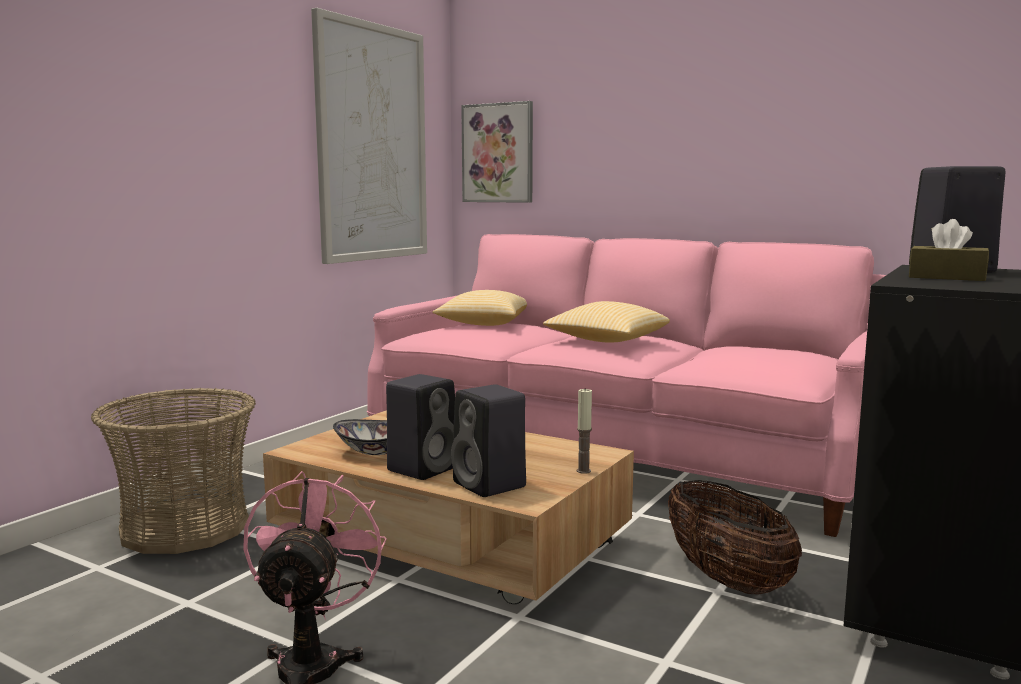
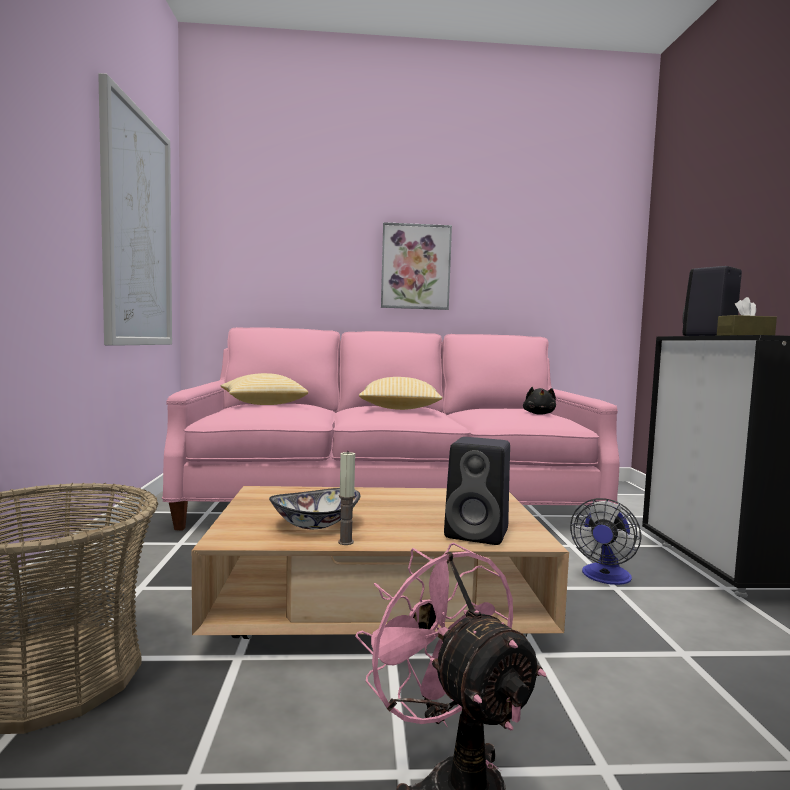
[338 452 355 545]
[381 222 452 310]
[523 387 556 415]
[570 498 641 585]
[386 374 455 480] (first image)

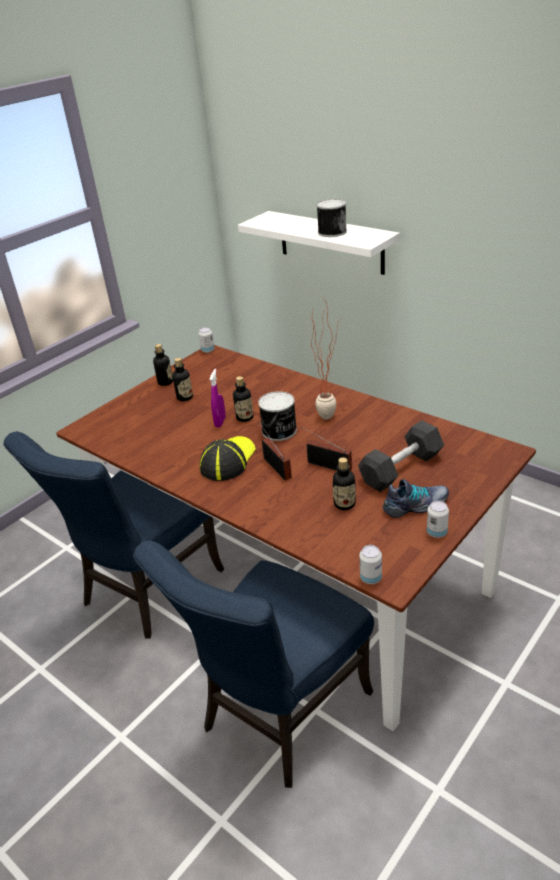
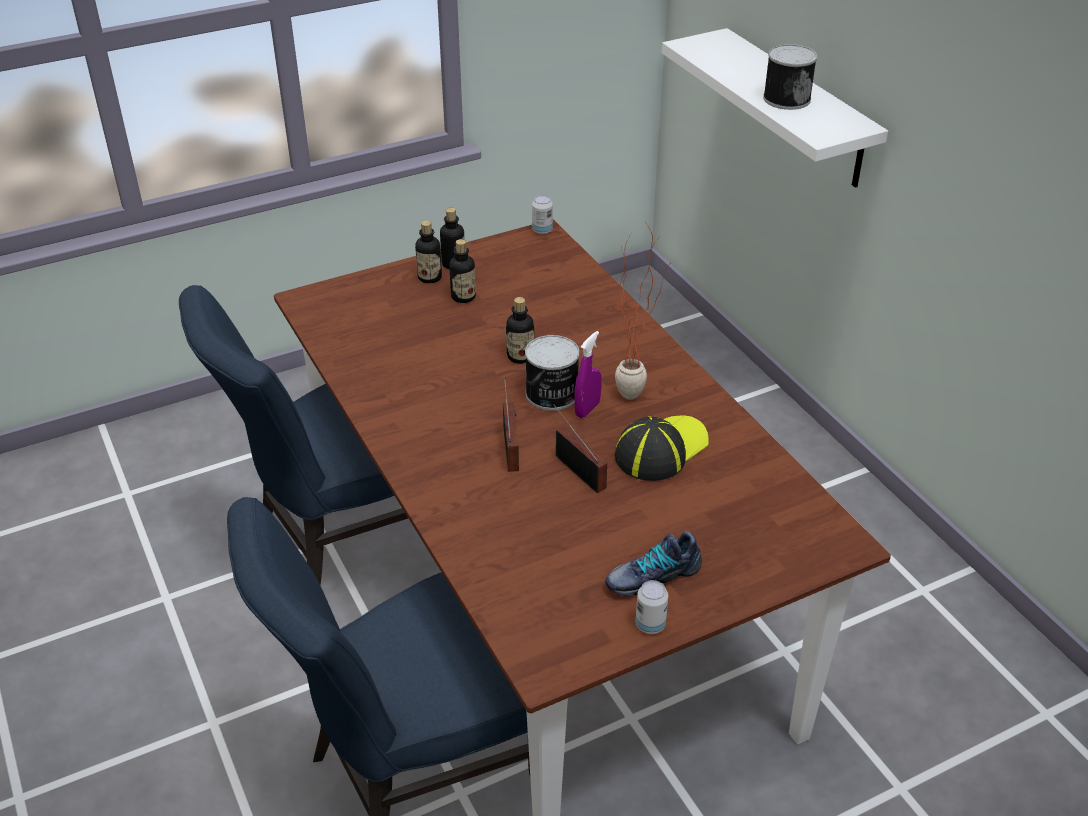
[415 221 442 283]
[574 331 602 418]
[605 531 702 597]
[615 416 709 481]
[358 420 444 492] (first image)
[359 545 382 584] (first image)

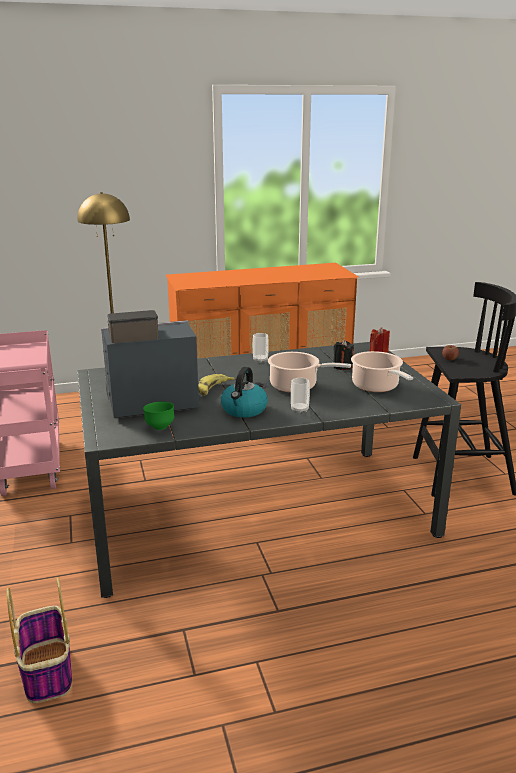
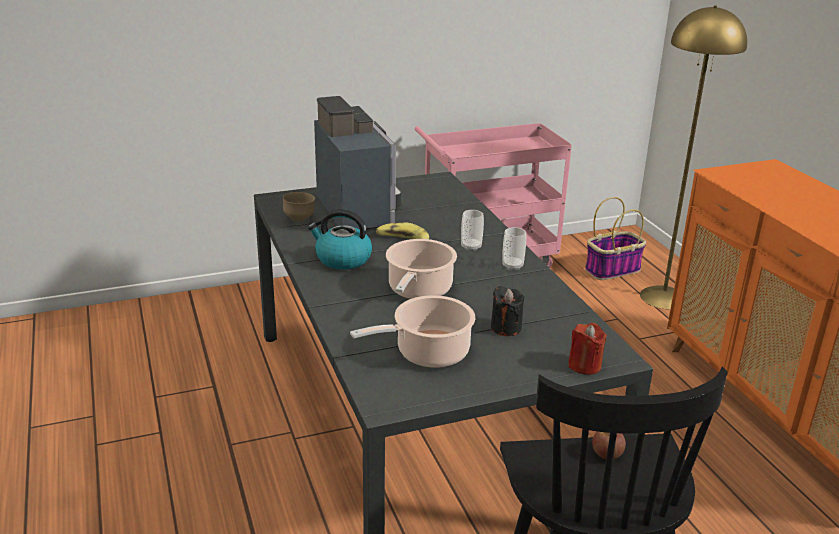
[283 192 315 222]
[461 210 484 251]
[585 197 646 280]

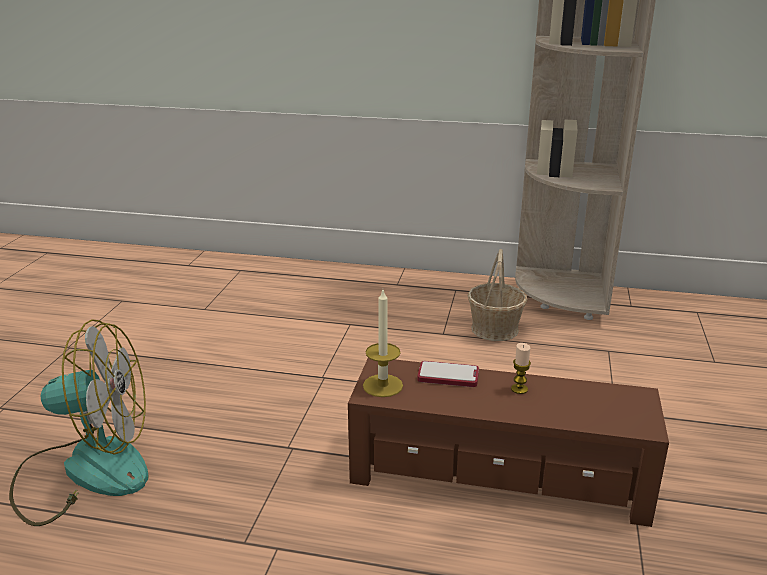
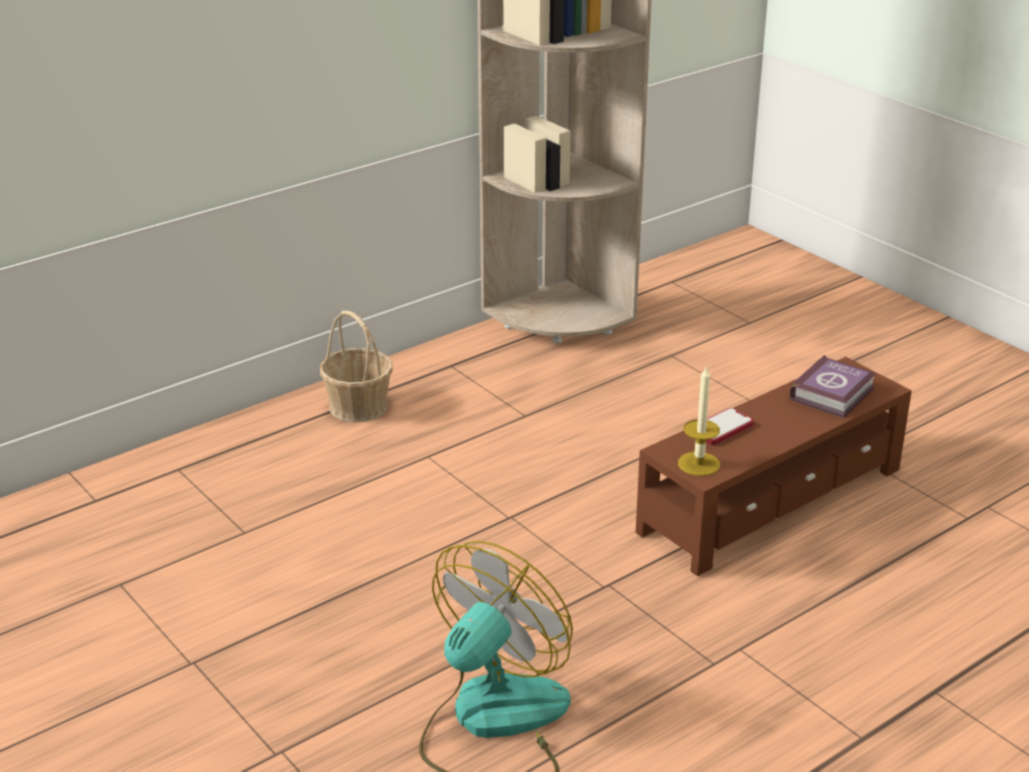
[320 311 393 422]
[790 355 876 418]
[511 343 531 394] (first image)

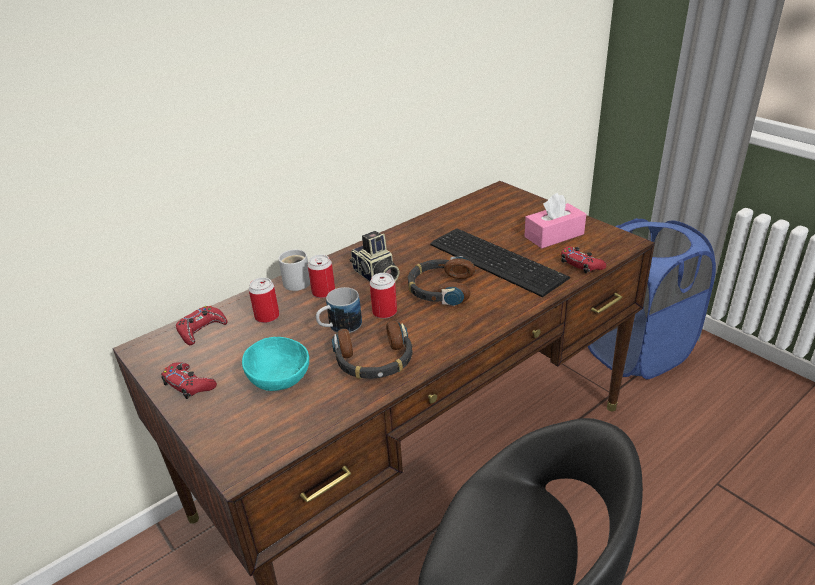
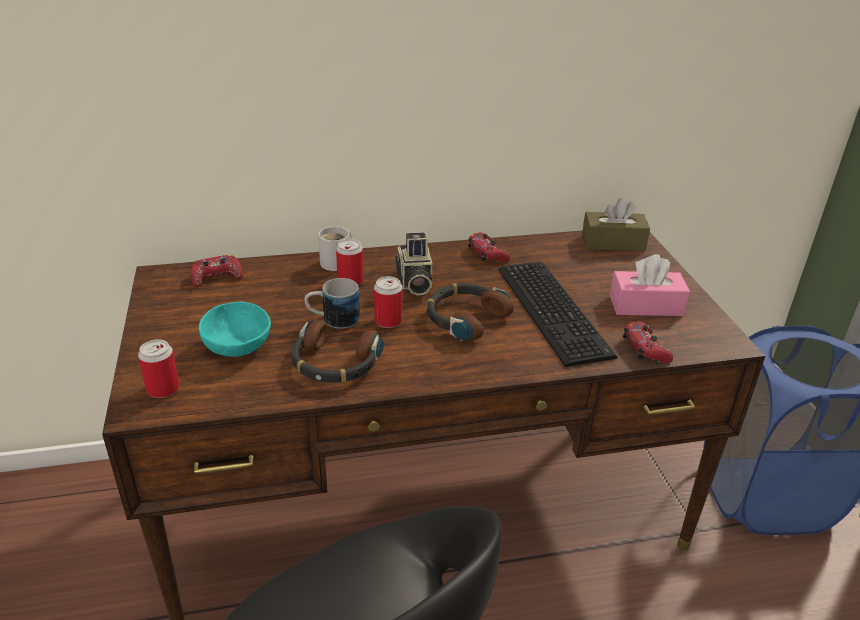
[138 339 180 398]
[468 233 510 262]
[582 198 650 251]

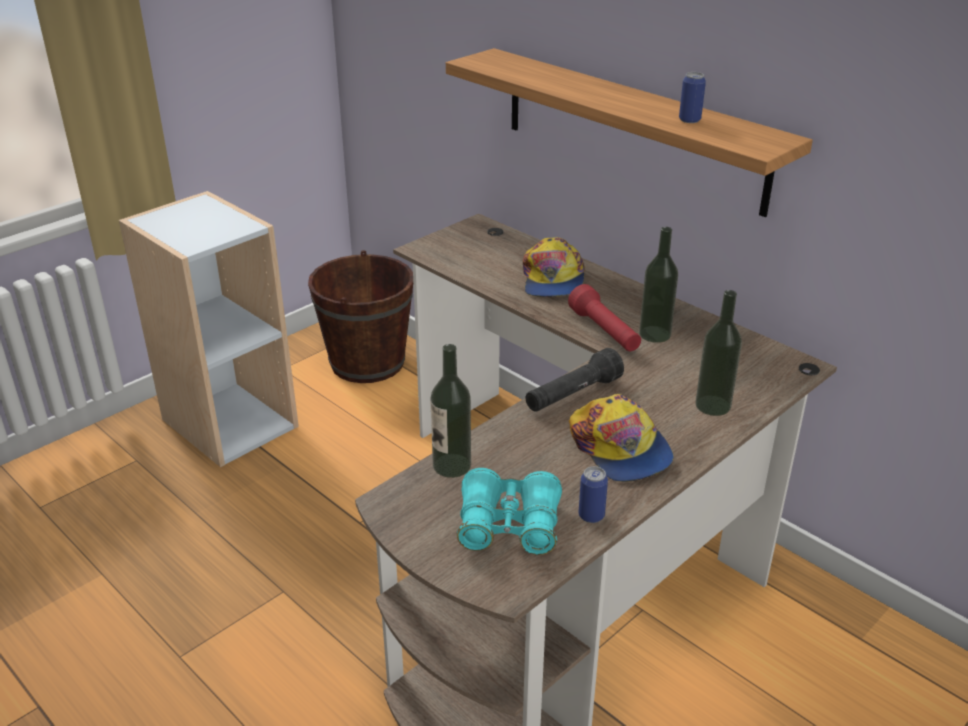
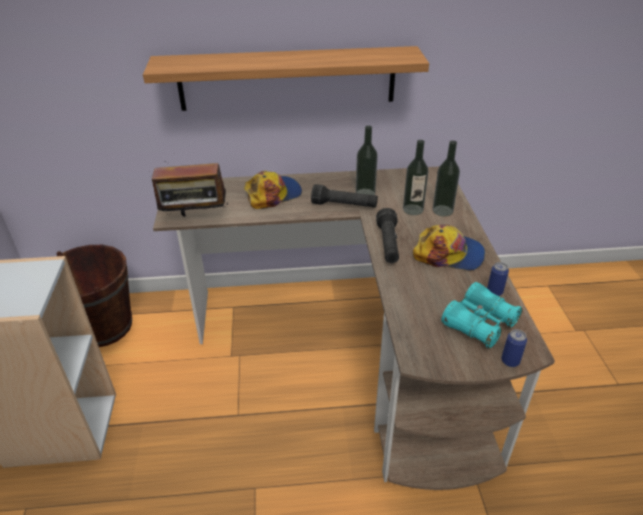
[152 163 228 218]
[244 171 302 209]
[311 184 378 208]
[403 140 428 215]
[501 329 527 367]

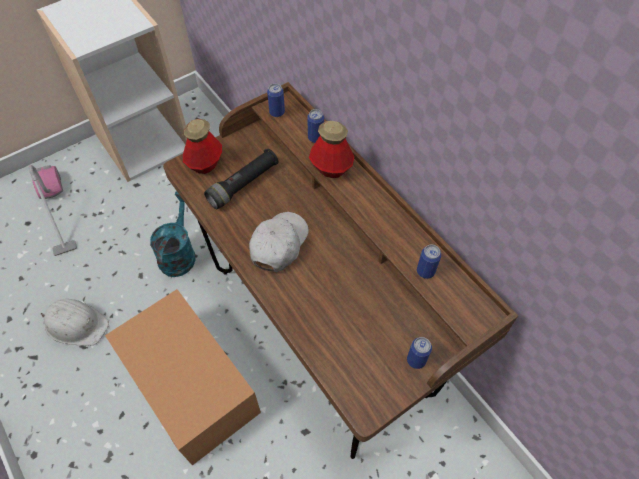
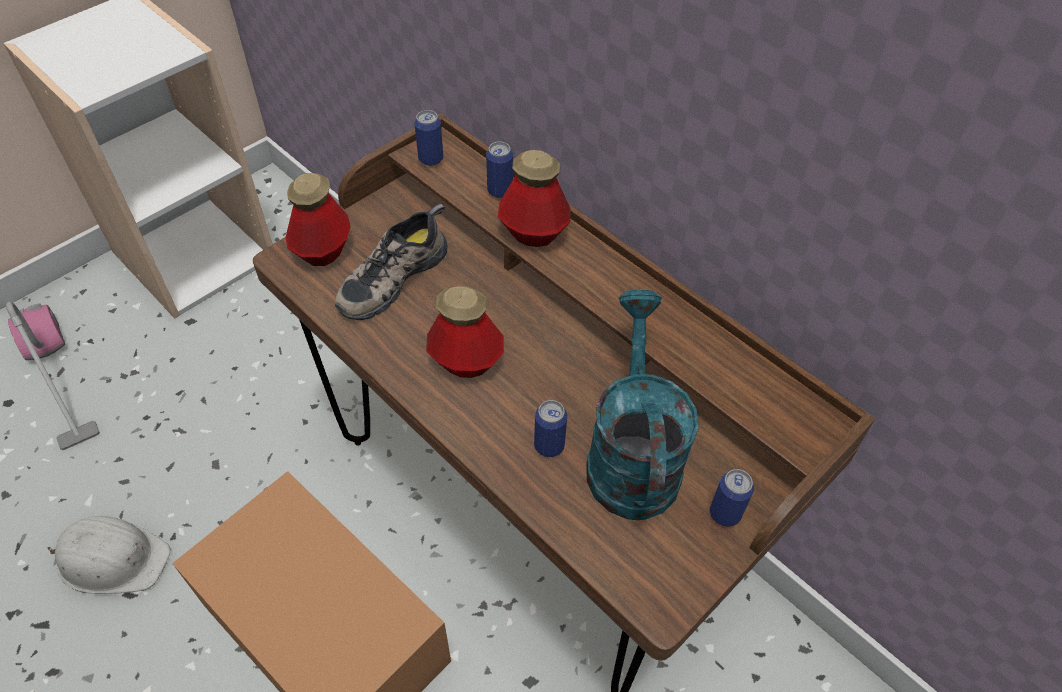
[335 204 447 321]
[426 286 504 378]
[534 400 567 457]
[586 290 699 520]

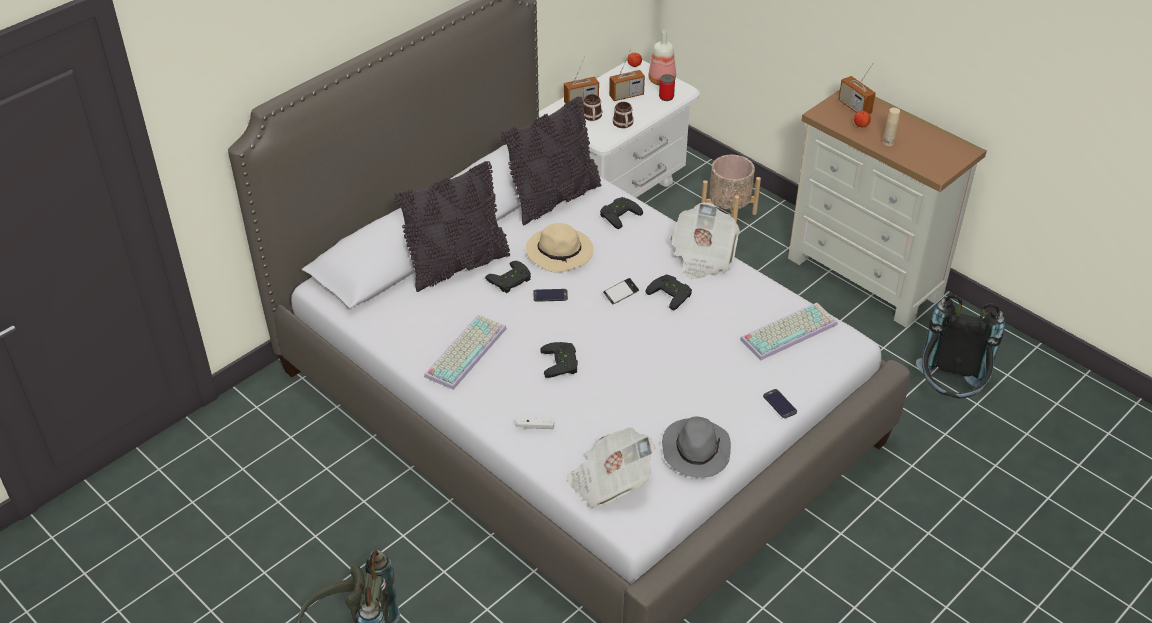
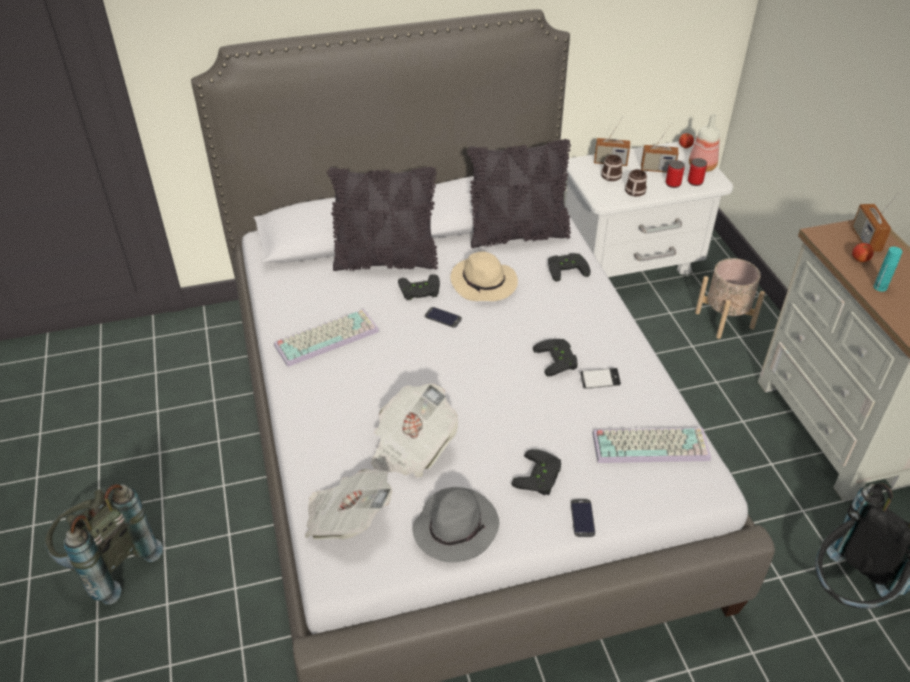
[371 384 458 477]
[511 449 561 495]
[580 368 621 389]
[666 160 685 188]
[874 247 902 292]
[516 418 554 429] (first image)

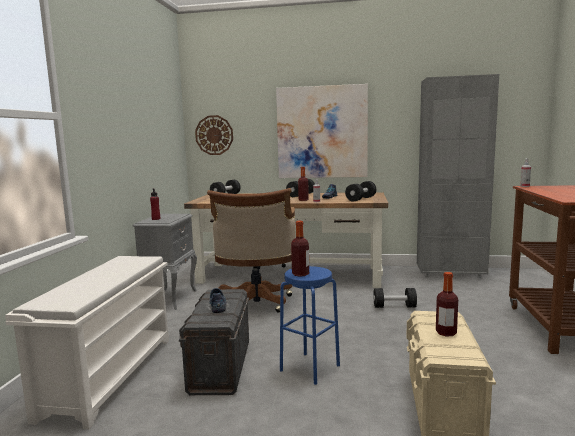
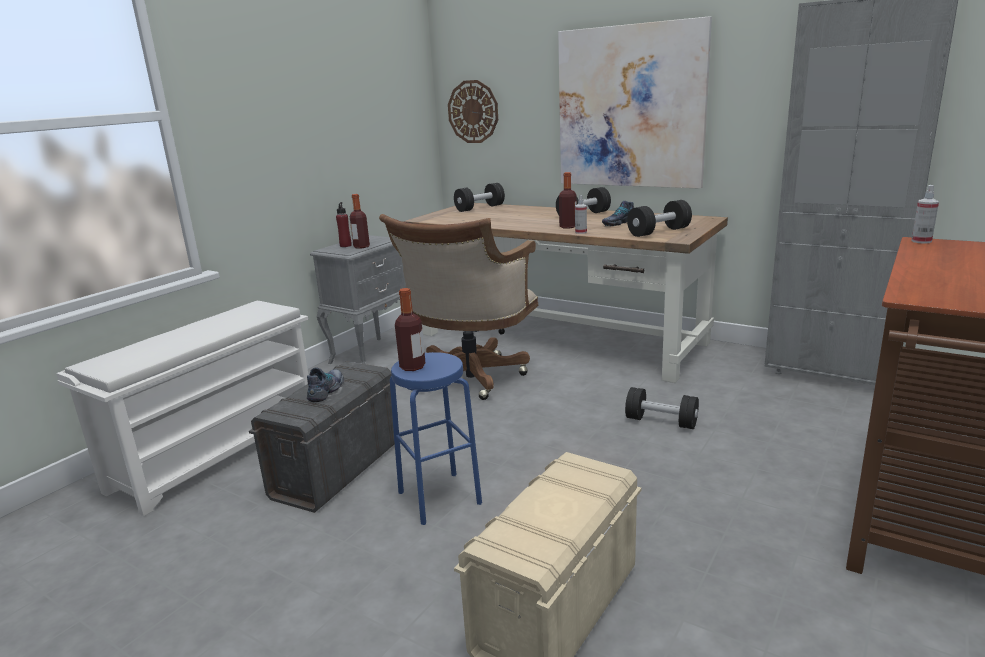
[350 194 370 249]

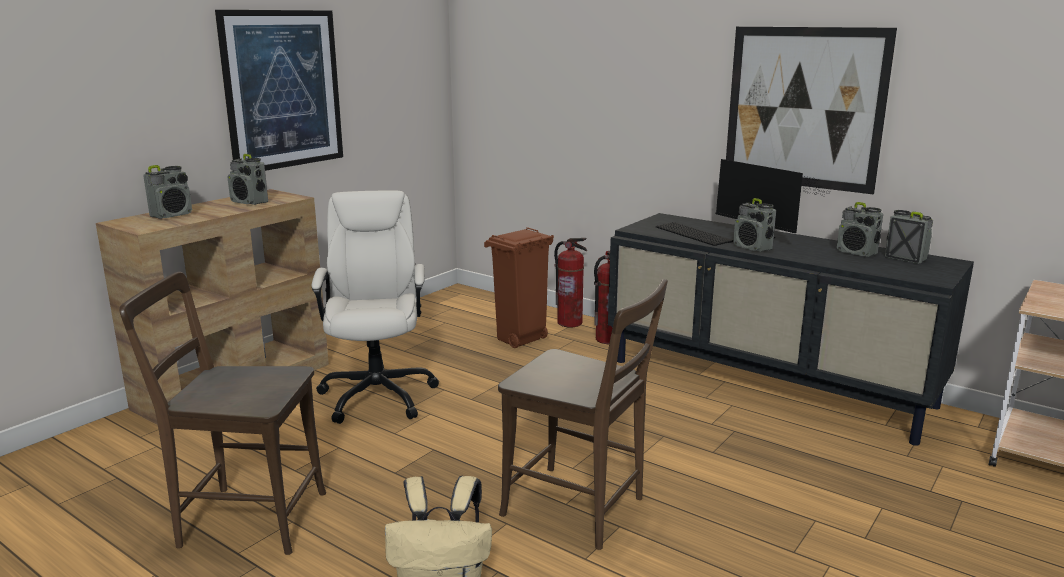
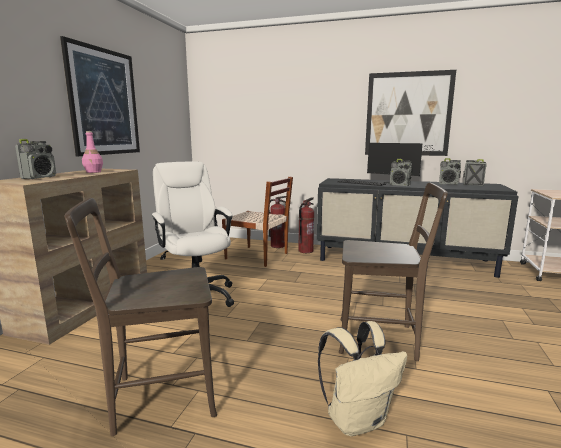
[82 131 103 173]
[222 177 293 267]

